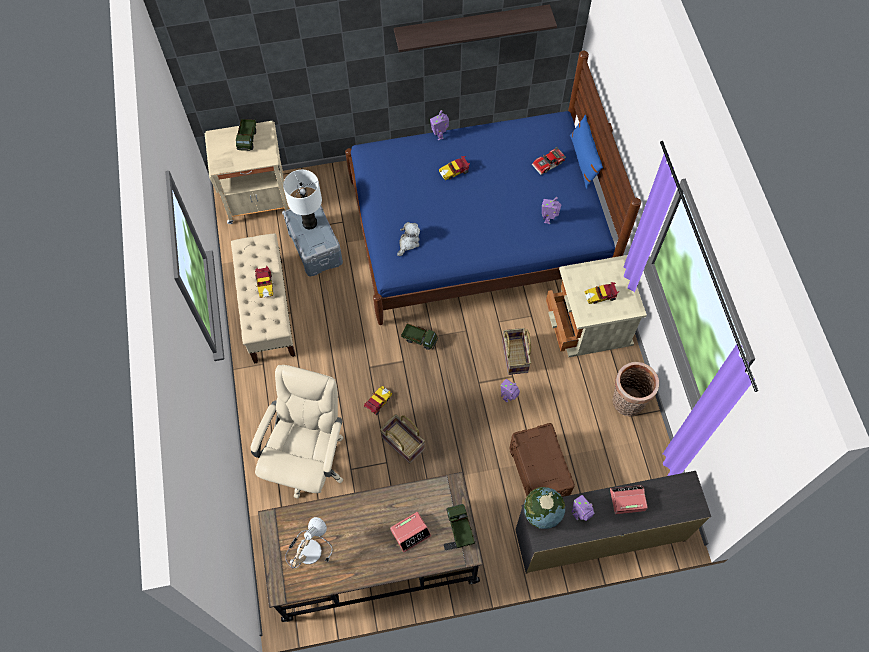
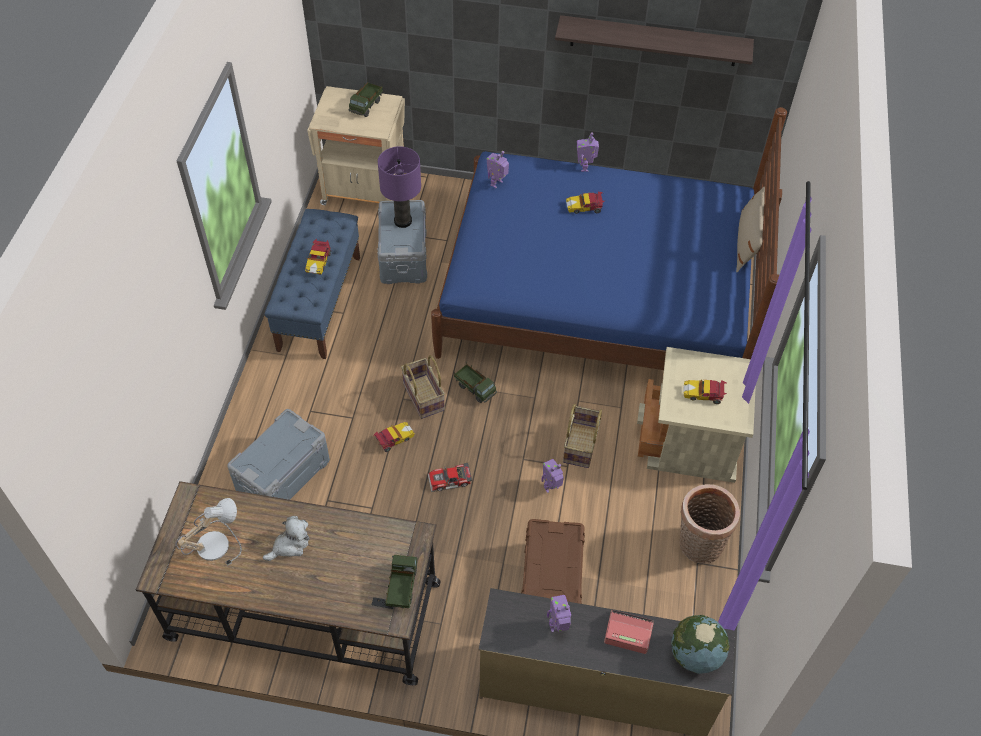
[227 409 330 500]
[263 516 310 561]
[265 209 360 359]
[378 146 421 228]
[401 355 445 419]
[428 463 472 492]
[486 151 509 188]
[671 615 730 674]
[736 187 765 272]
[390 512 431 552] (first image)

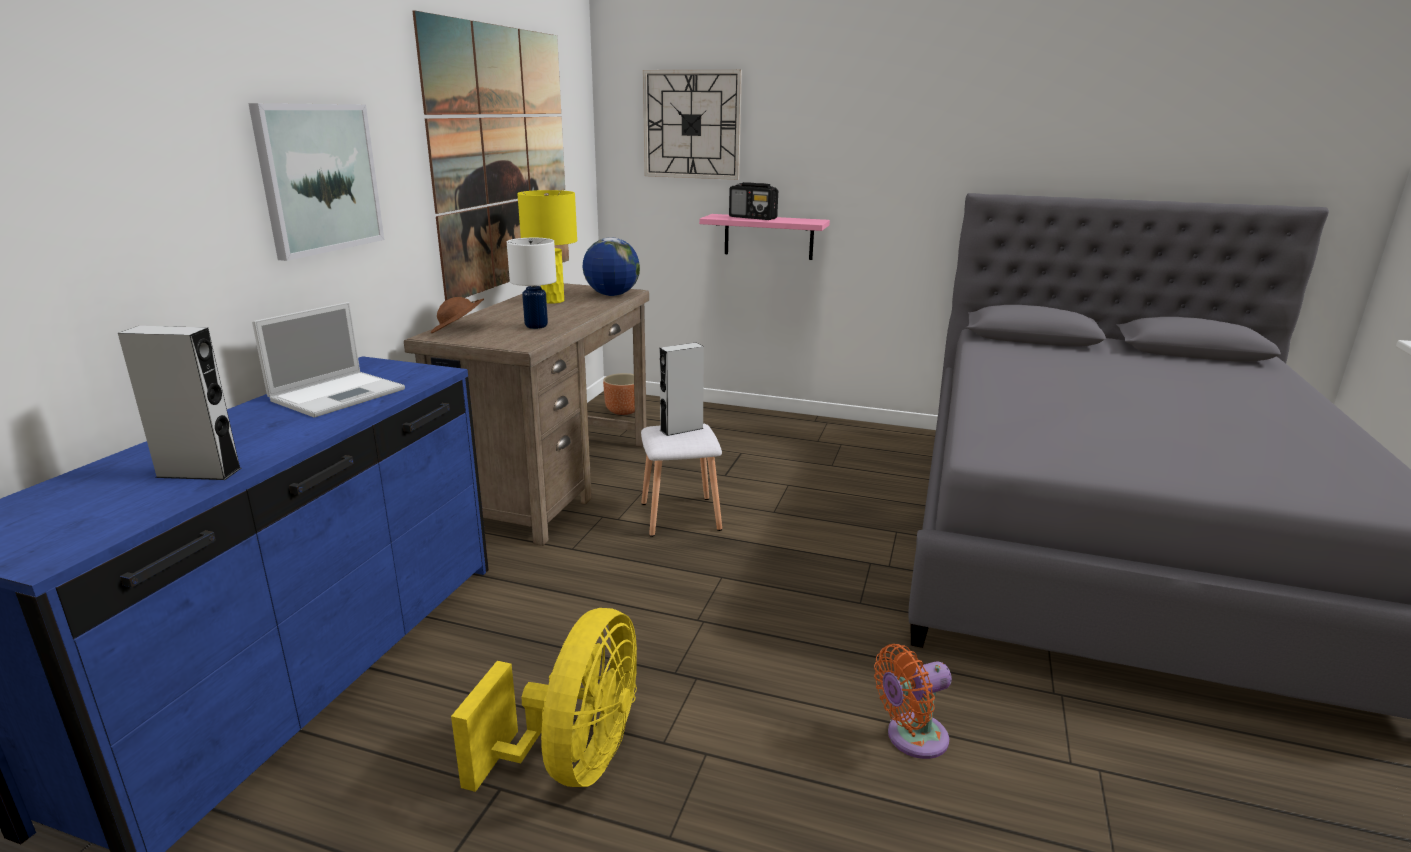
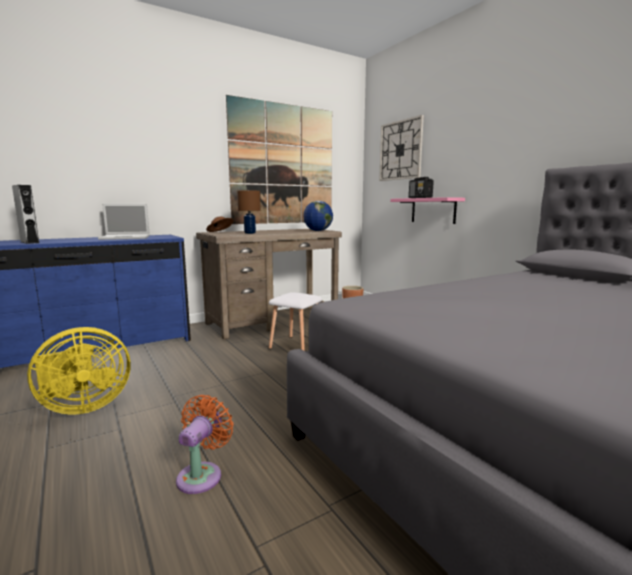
[176 395 234 494]
[237 190 261 234]
[248 103 384 261] (first image)
[517 190 577 304] (first image)
[660 343 704 436] (first image)

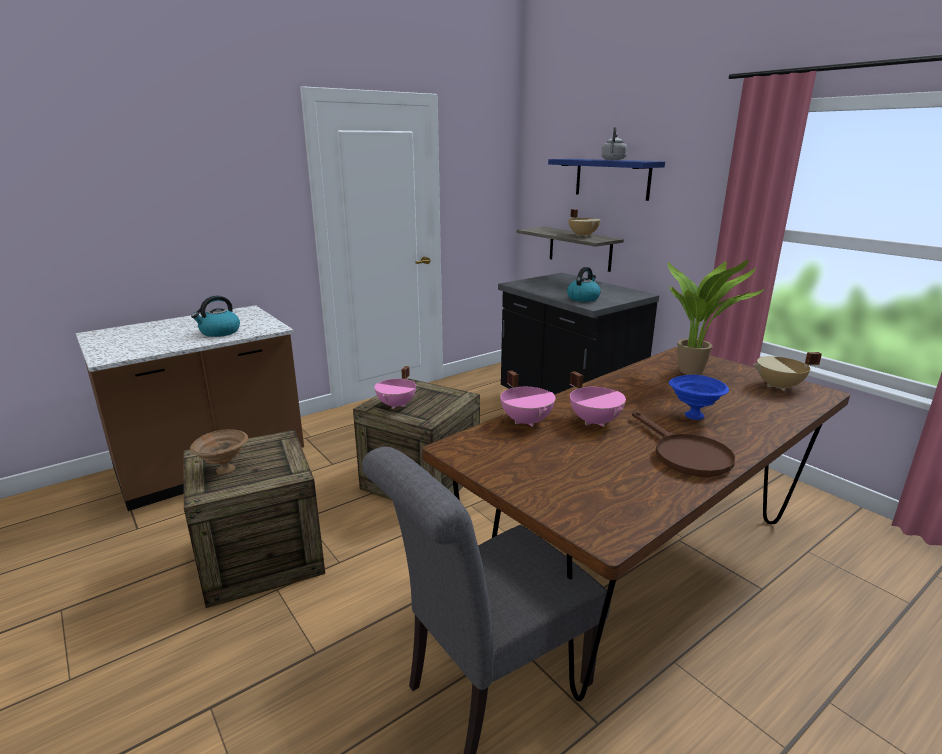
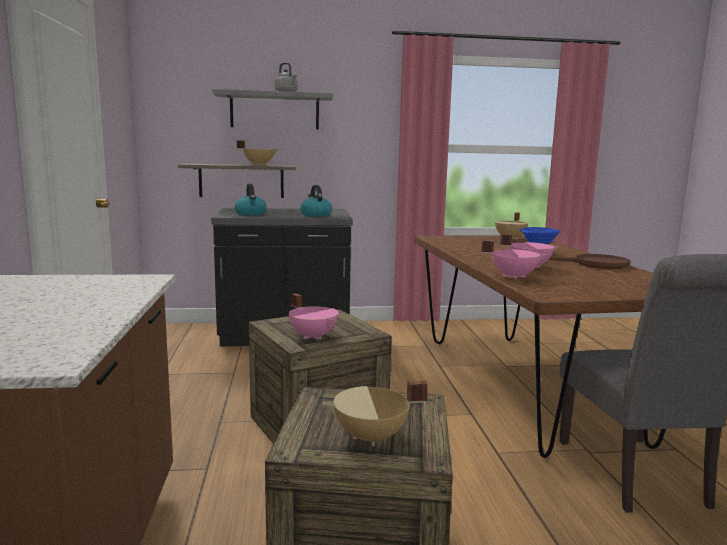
[213 89 333 129]
[235 184 267 215]
[323 381 428 447]
[668 260 764 375] (first image)

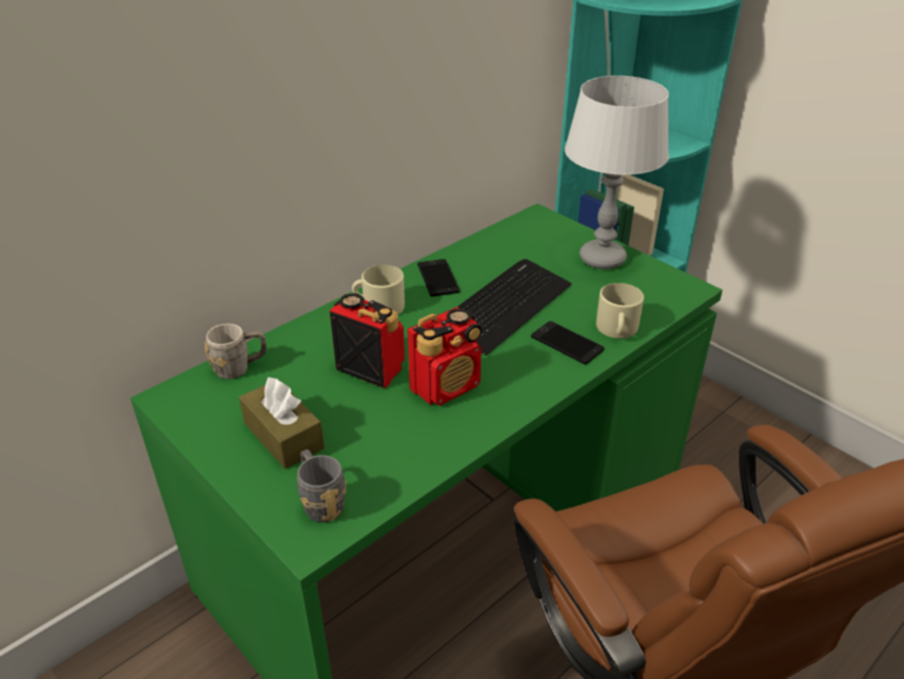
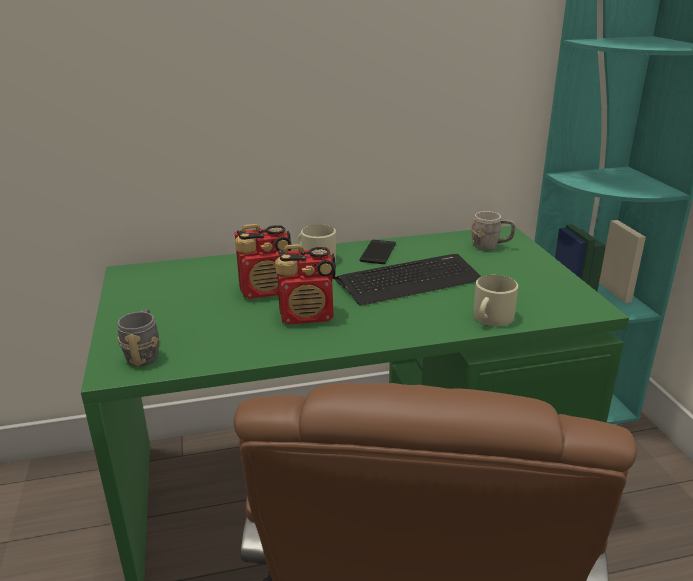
[235 224 291 299]
[471 211 515 250]
[239 377 324 469] (first image)
[531 321 604 365] (first image)
[565 76 669 269] (first image)

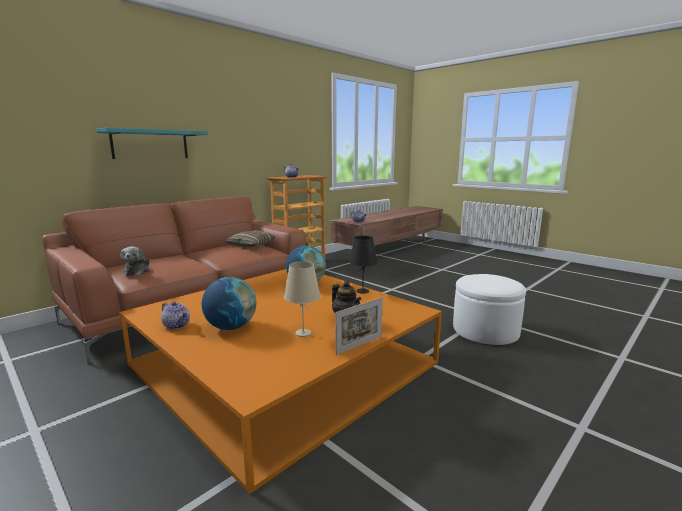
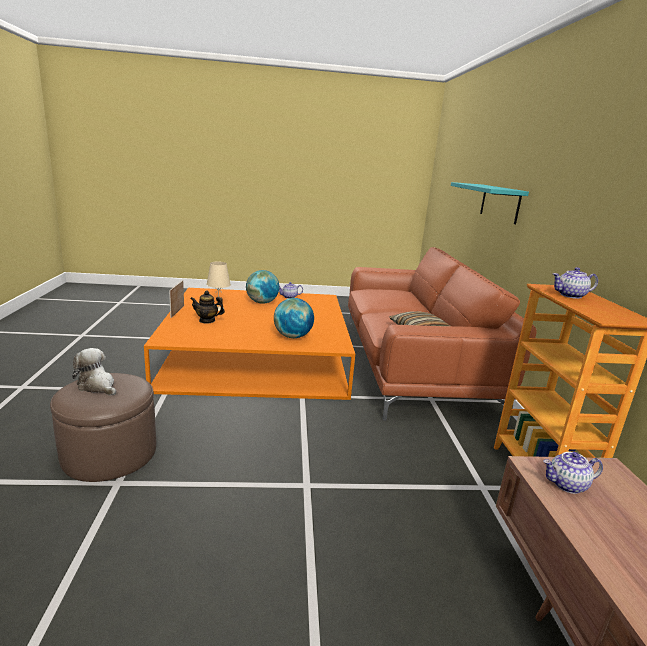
[50 373 156 482]
[72 348 116 396]
[349 236 377 294] (first image)

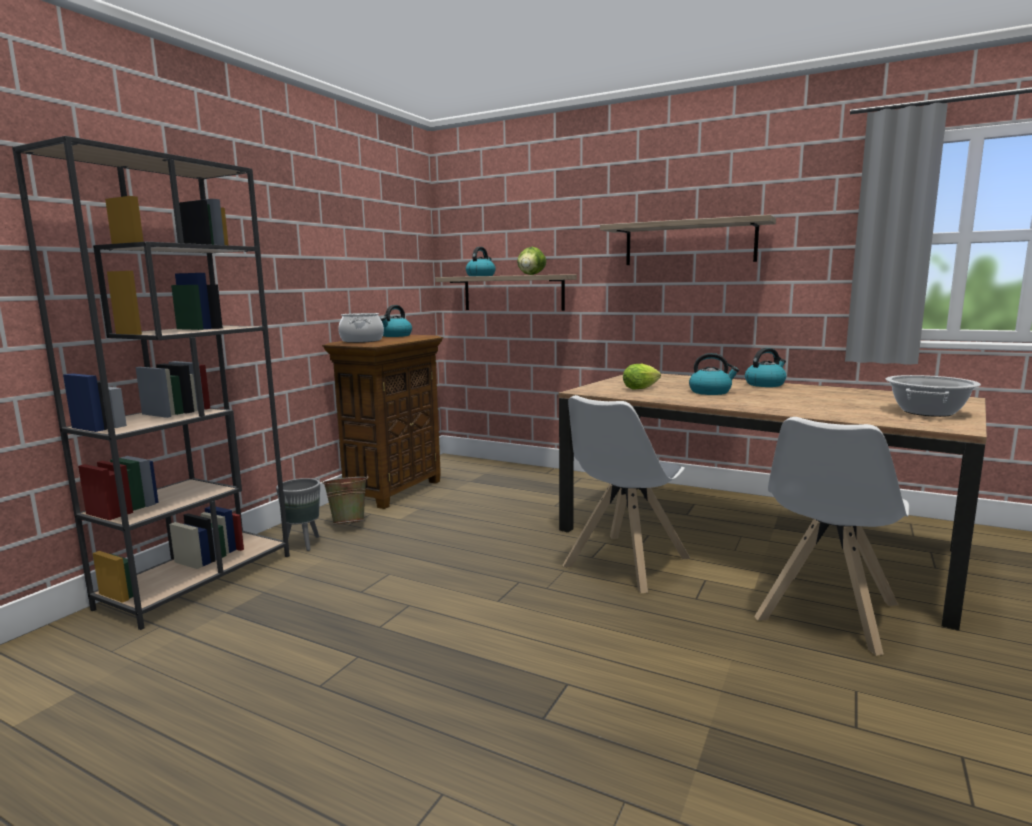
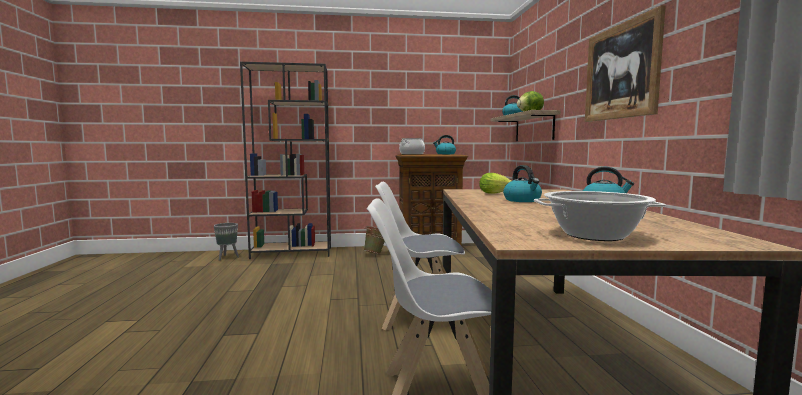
[214 223 239 261]
[585 5 666 122]

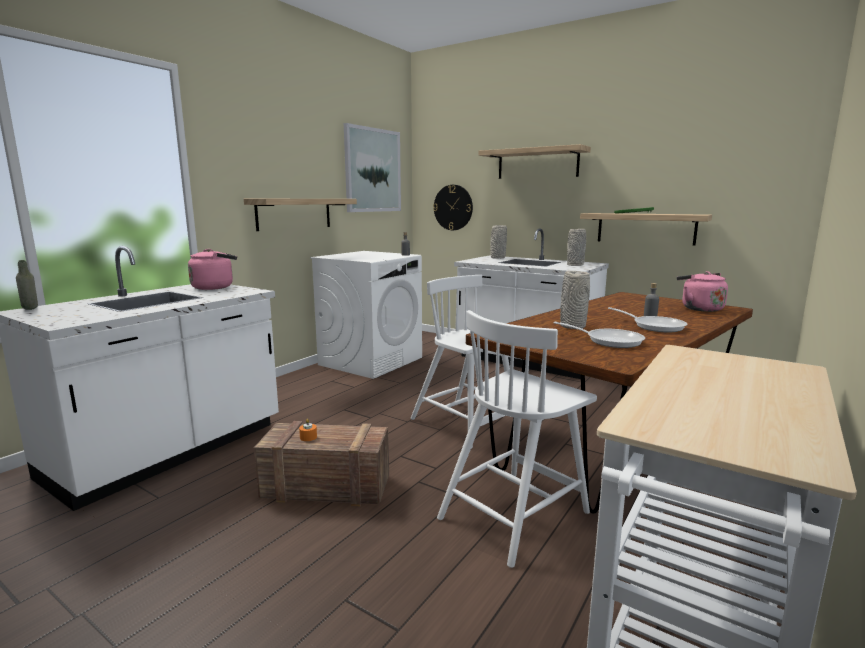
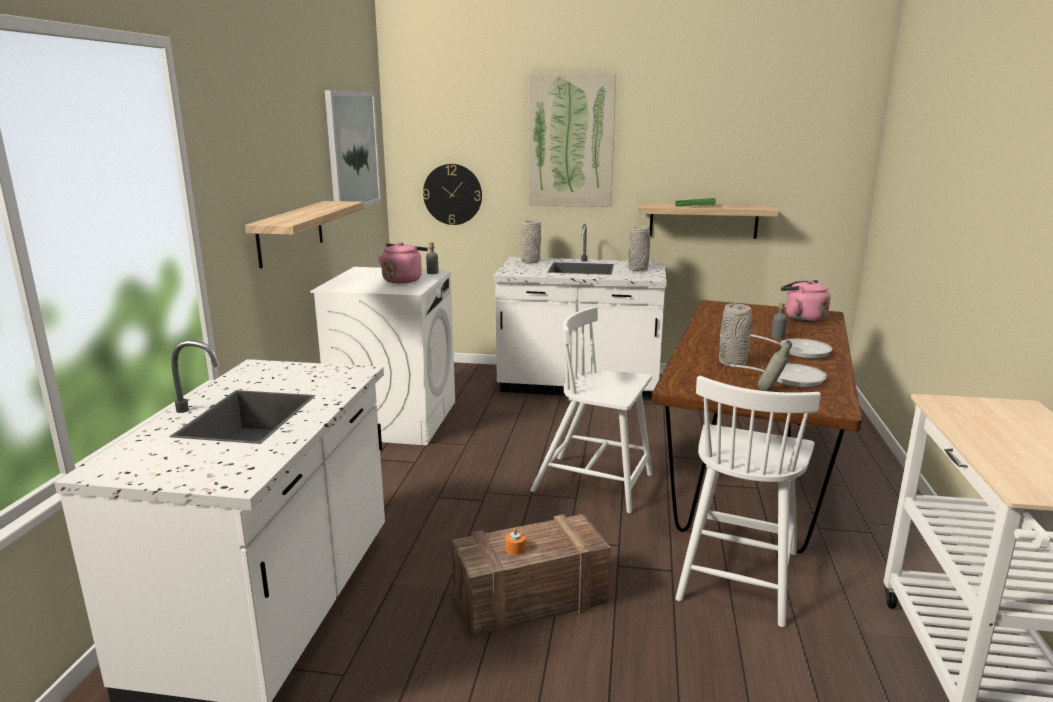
[377 242 428 284]
[529 73 616 207]
[758 340 792 391]

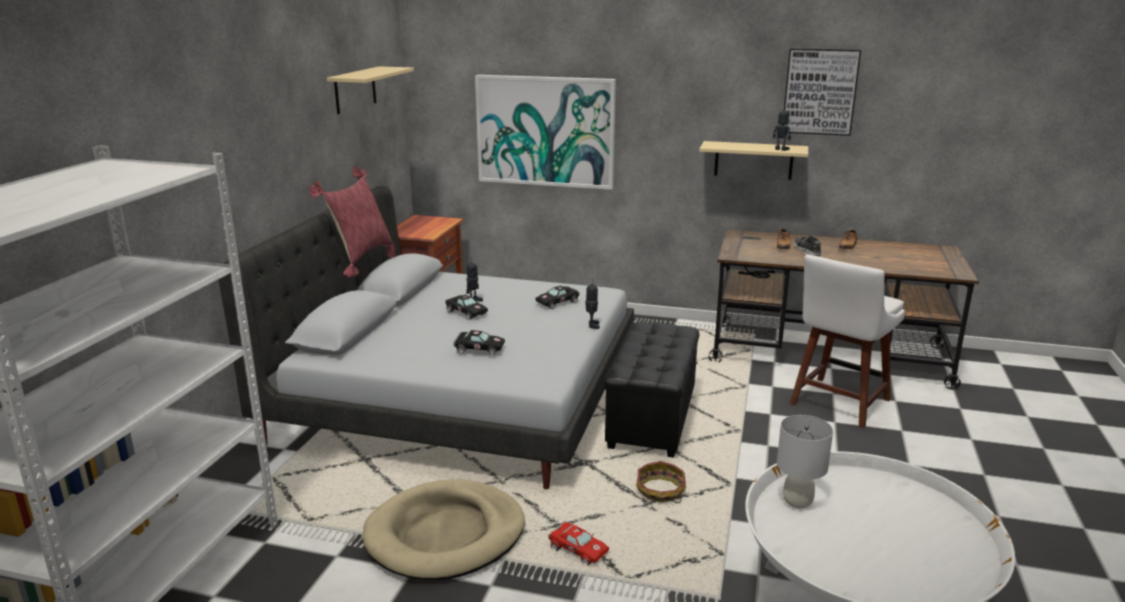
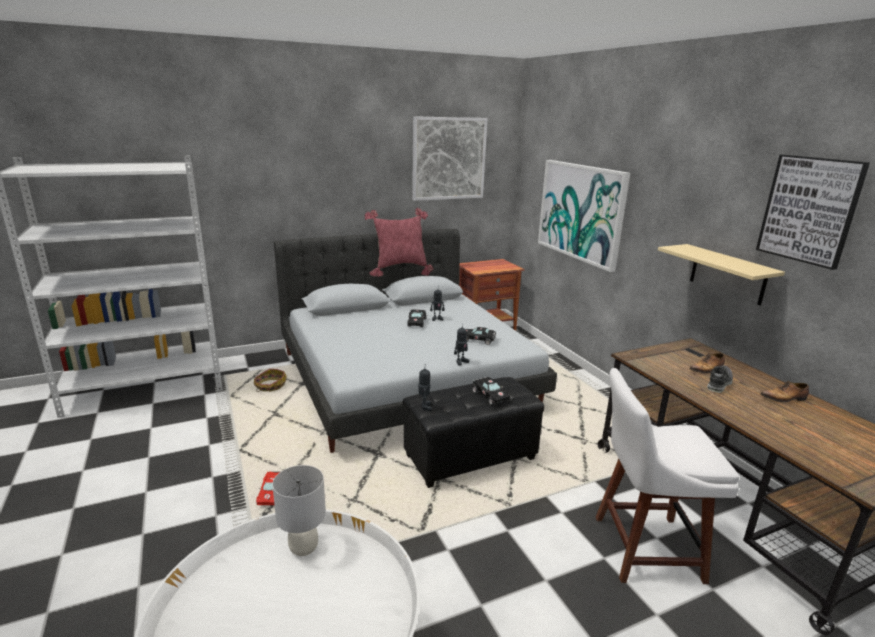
[254 369 287 392]
[412 116 487 201]
[418 368 432 411]
[472 377 510 405]
[363 479 525 580] (first image)

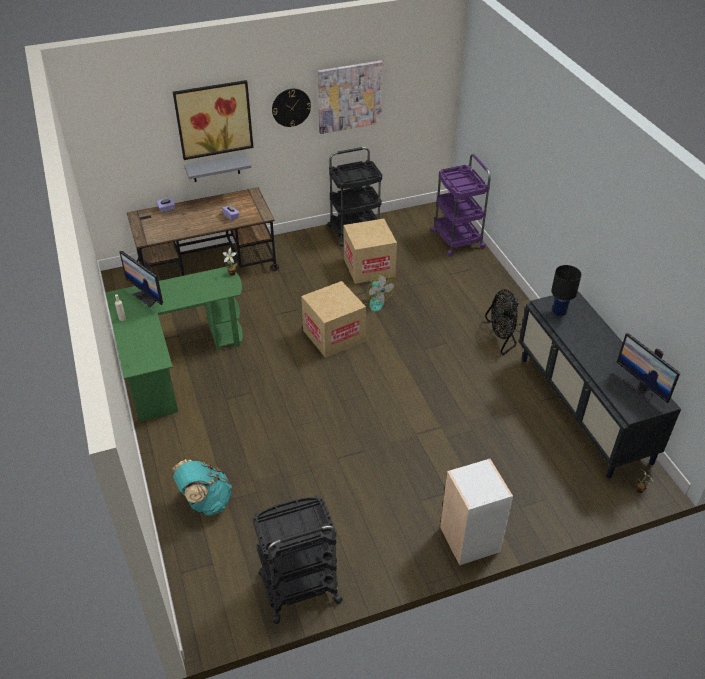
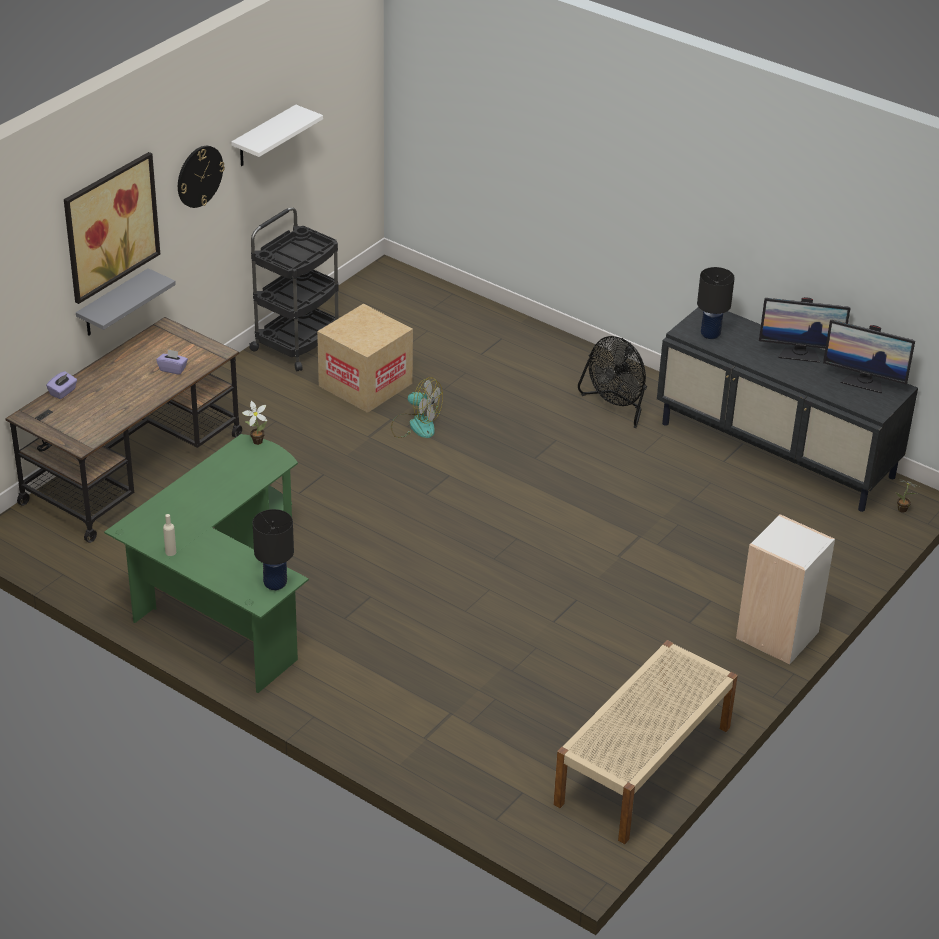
[231 105 323 166]
[253 509 294 590]
[553 640 738 844]
[759 297 851 363]
[172 459 232 516] (first image)
[301 281 366 358] (first image)
[430 154 491 256] (first image)

